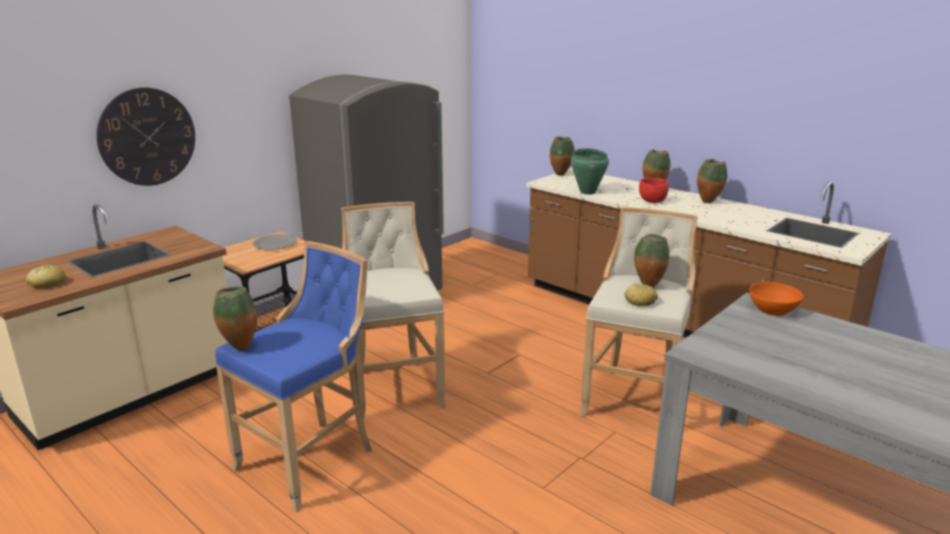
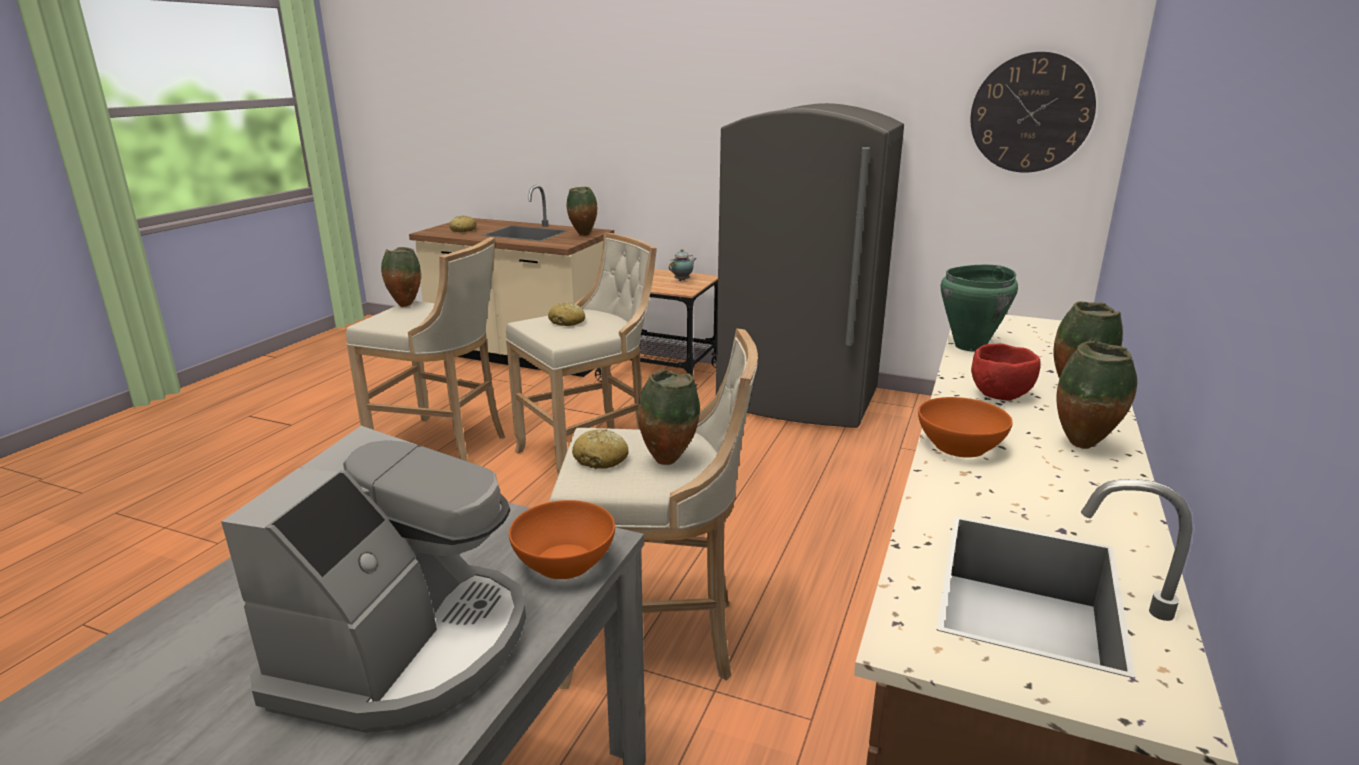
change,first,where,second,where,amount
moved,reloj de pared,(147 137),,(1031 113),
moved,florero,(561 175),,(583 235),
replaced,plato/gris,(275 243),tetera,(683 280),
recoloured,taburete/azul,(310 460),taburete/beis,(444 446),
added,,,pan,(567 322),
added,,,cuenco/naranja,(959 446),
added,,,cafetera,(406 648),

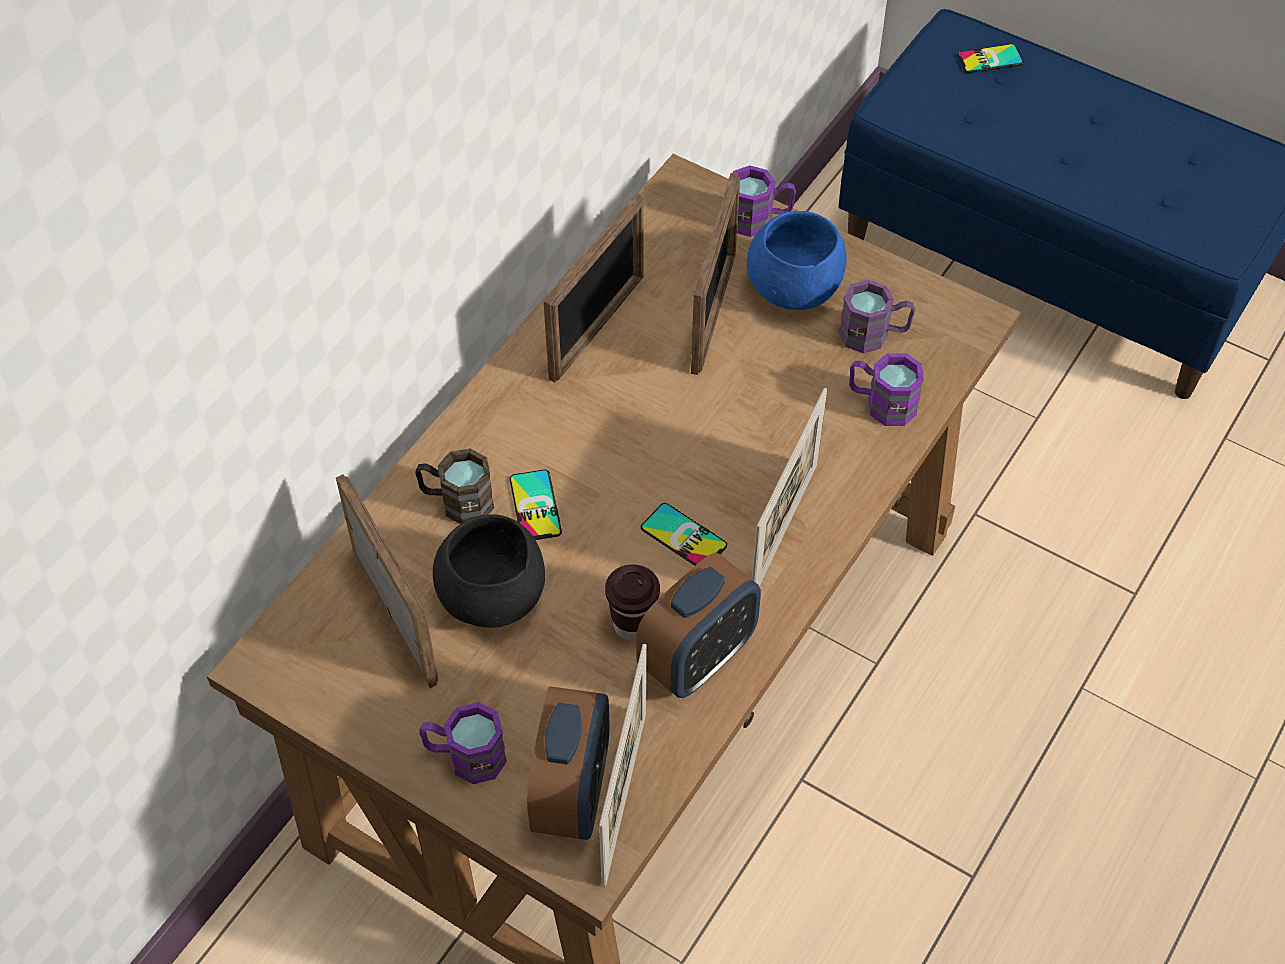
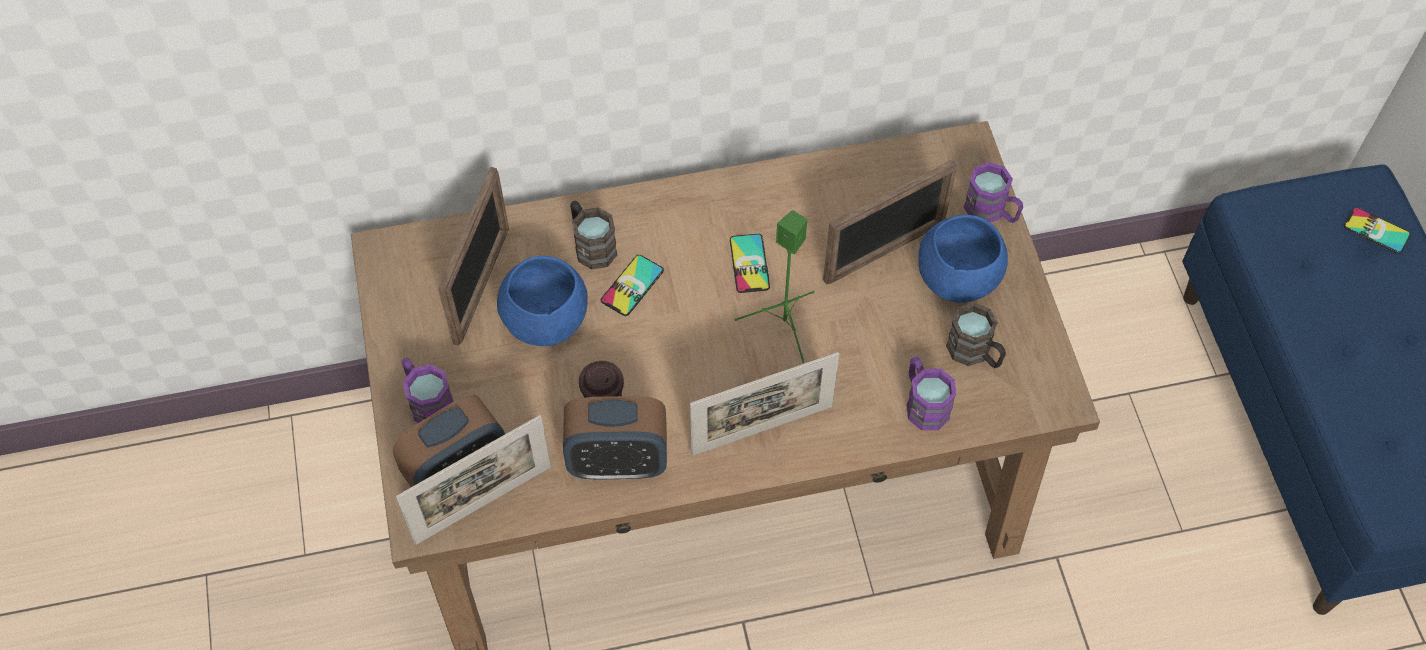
change,first,where,second,where,amount
removed,portarretratos,(597 327),,,
recoloured,taza grande/morado,(874 334),taza grande/marrón,(975 353),
moved,móvil,(683 537),,(749 263),
recoloured,cuenco/negro,(493 597),cuenco/azul,(545 321),
added,,,altavoz/verde,(785 326),

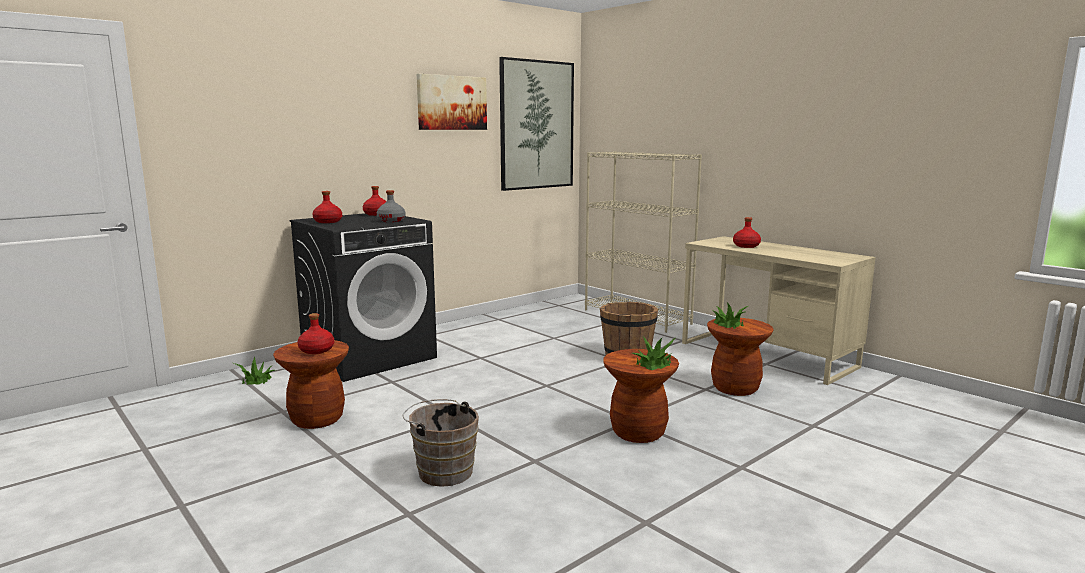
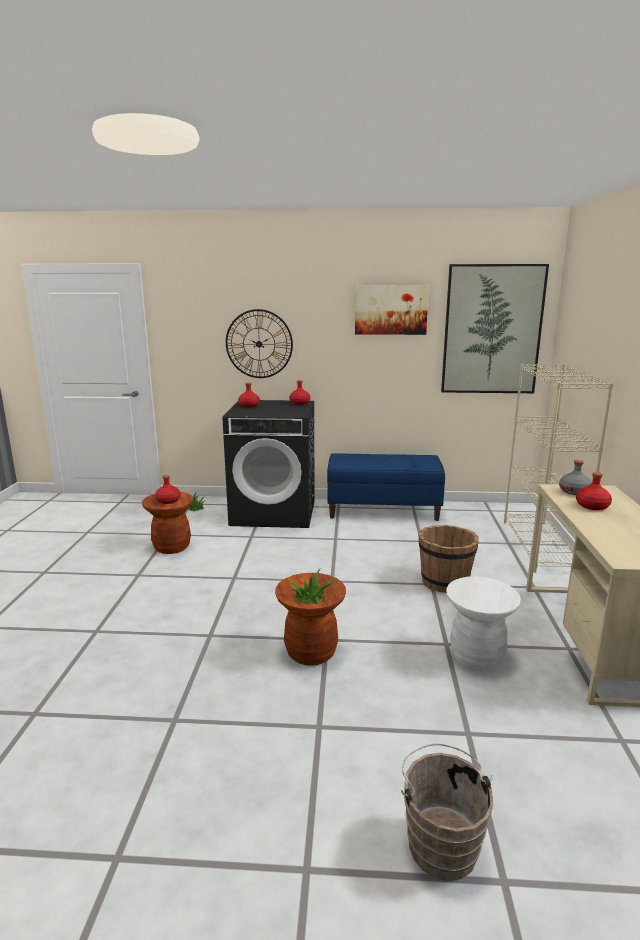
change,first,where,second,where,amount
moved,botella/gris,(391 221),,(574 491),
removed,planta en maceta,(728 324),,,
recoloured,taburete/marrón,(735 388),taburete/blanco,(476 657),
moved,cubo/marrón,(442 471),,(441 842),
added,,,reloj de pared,(259 344),
added,,,banco/azul,(383 510),

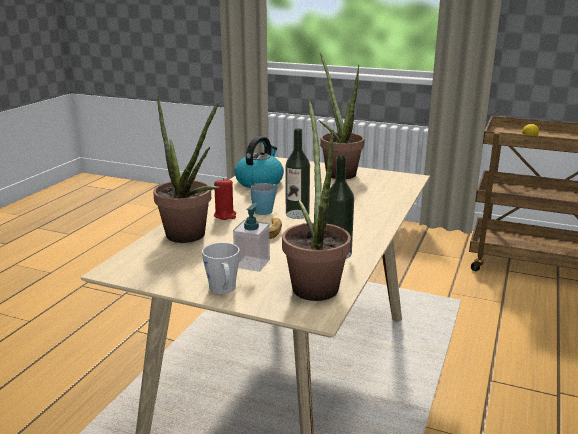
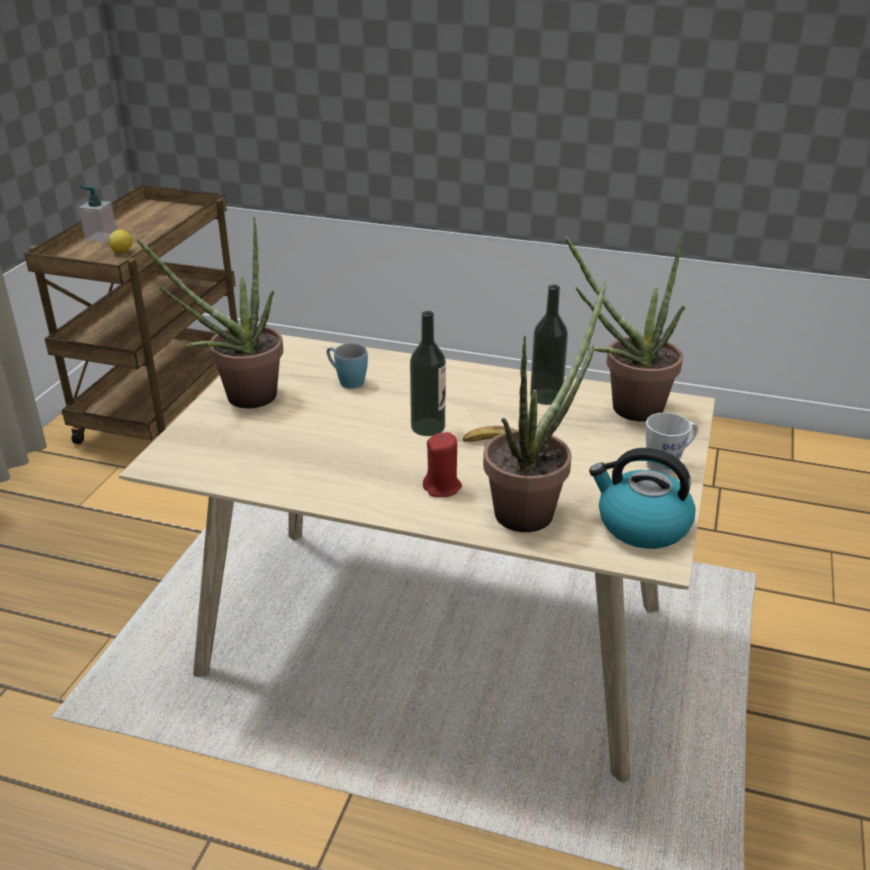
change,first,where,second,where,amount
moved,hervidor,(259 181),,(641 525),
moved,taza grande/azul,(266 210),,(346 380),
moved,dispensador de jabón,(252 263),,(101 237),

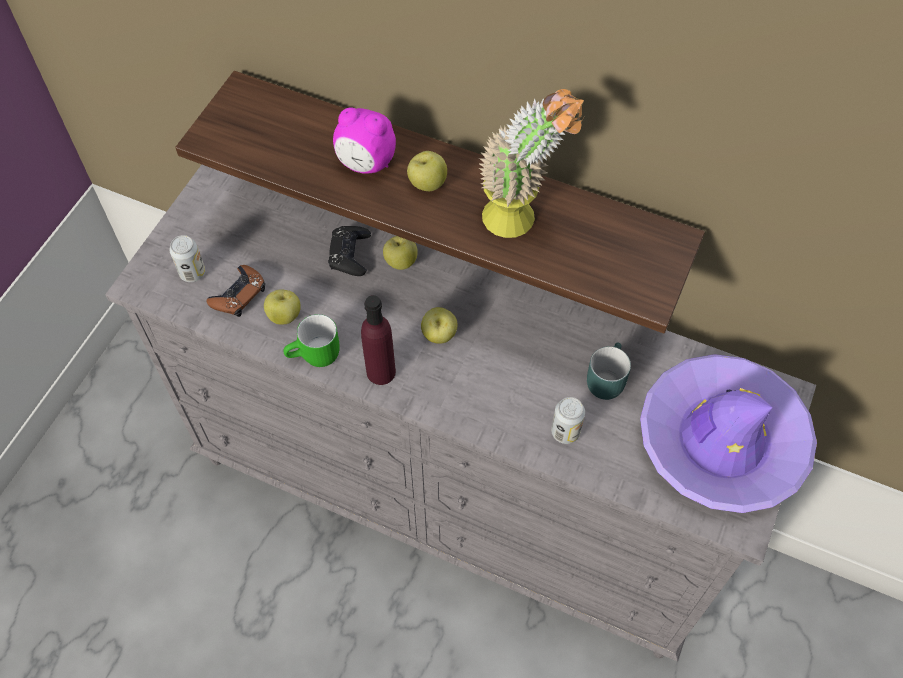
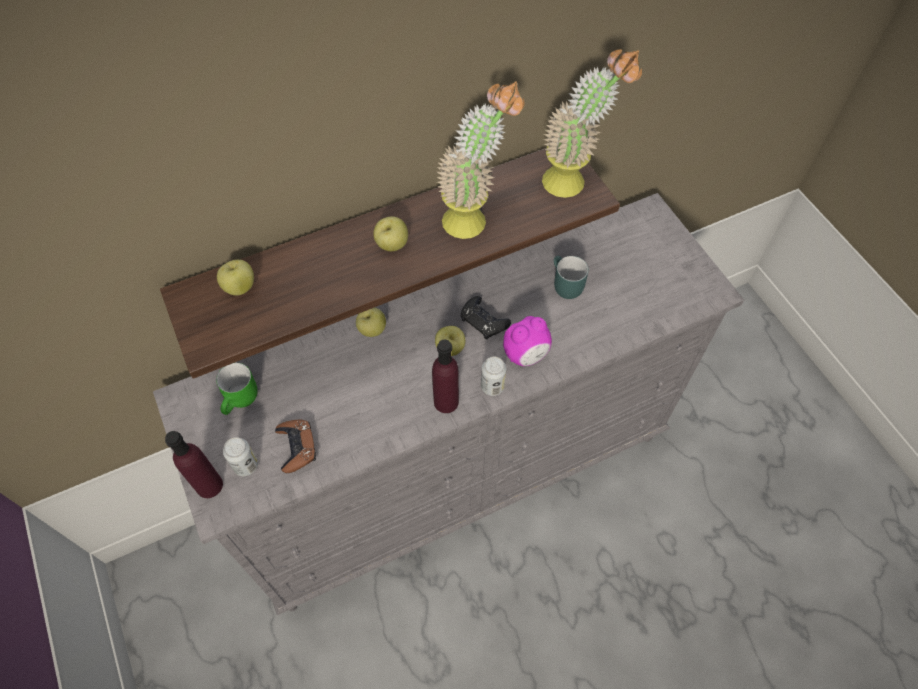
change,first,where,second,where,amount
moved,despertador,(366 164),,(526 355),
moved,mando de consola/negro,(350 254),,(484 320),
moved,manzana,(284 316),,(240 287),
moved,taza grande/verde,(316 357),,(242 400),
removed,sombrero/morado,(721 440),,,
moved,lata,(565 432),,(492 386),
added,,,planta en maceta,(574 181),
added,,,botella/morado,(209 485),

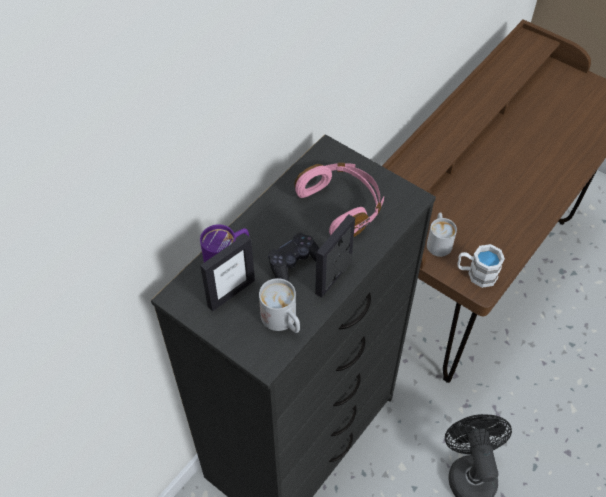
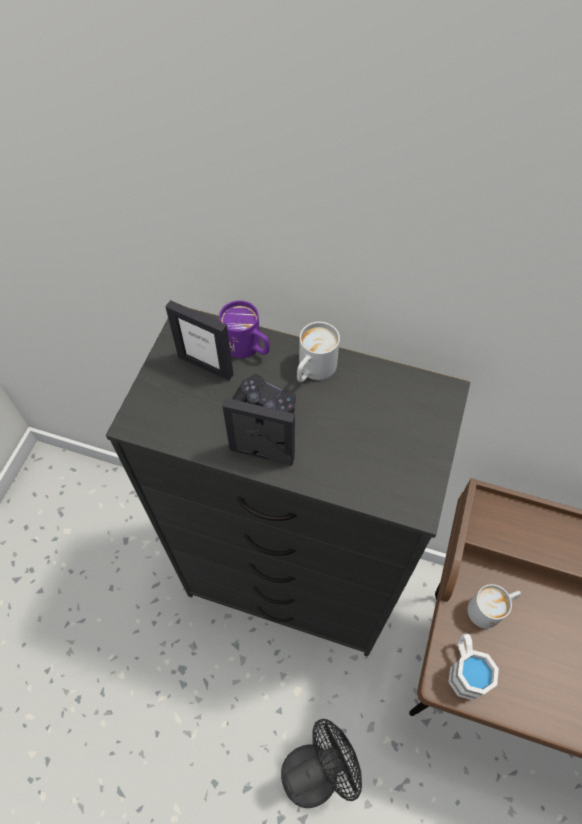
change,first,where,second,where,amount
removed,auriculares/rosa,(342 206),,,
moved,taza grande/blanco,(283 321),,(313 370),

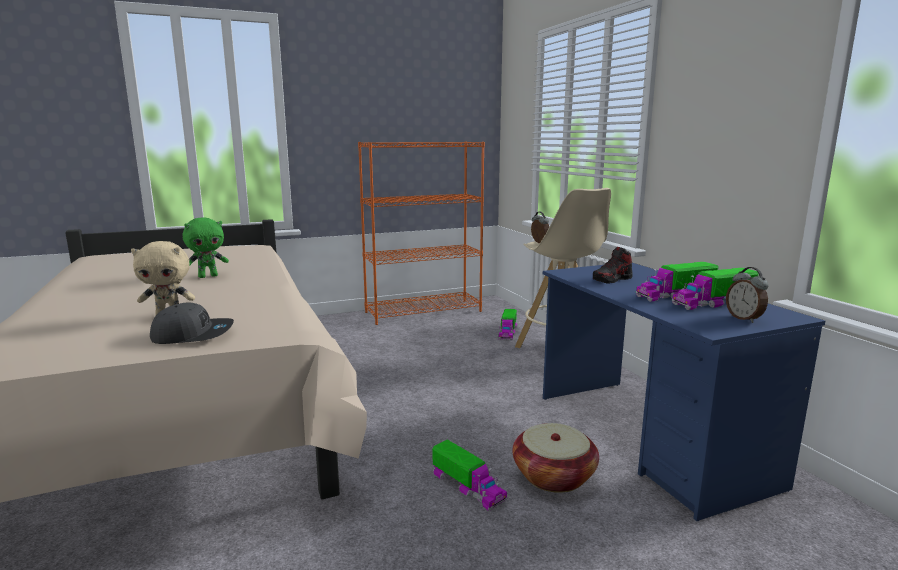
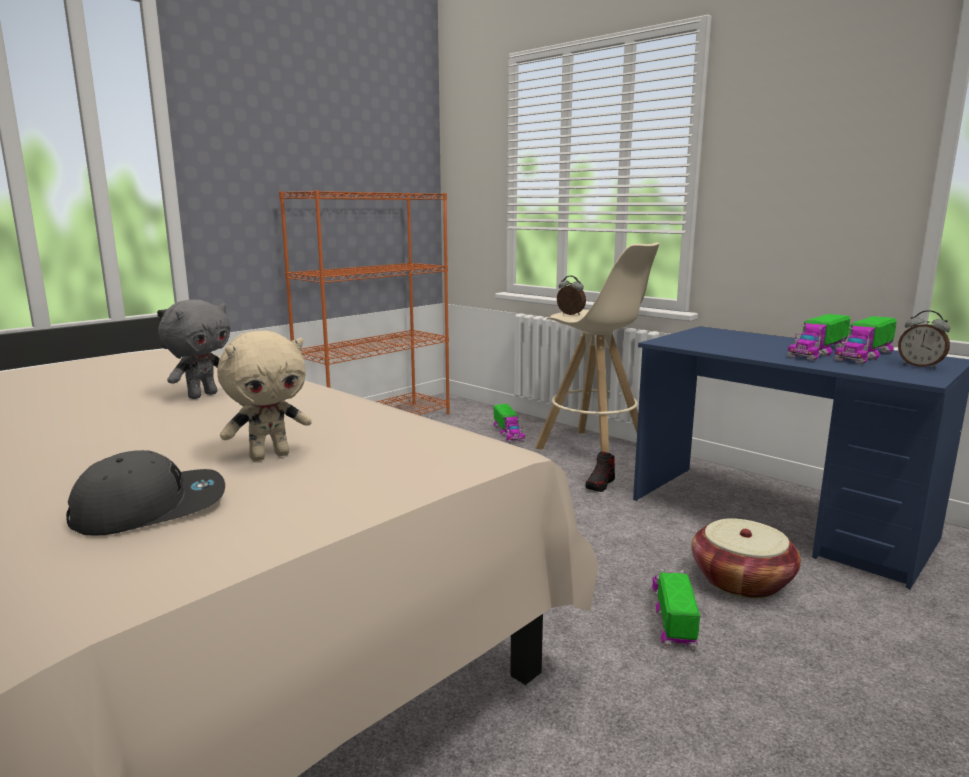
change,first,where,second,where,amount
recoloured,peluche/verde,(208 276),peluche/gris,(202 395),
moved,zapato,(612 279),,(600 484),
moved,gorra/gris,(193 334),,(150 508),
turned,camión de juguete,(467 487),,(673 617),105 degrees counterclockwise

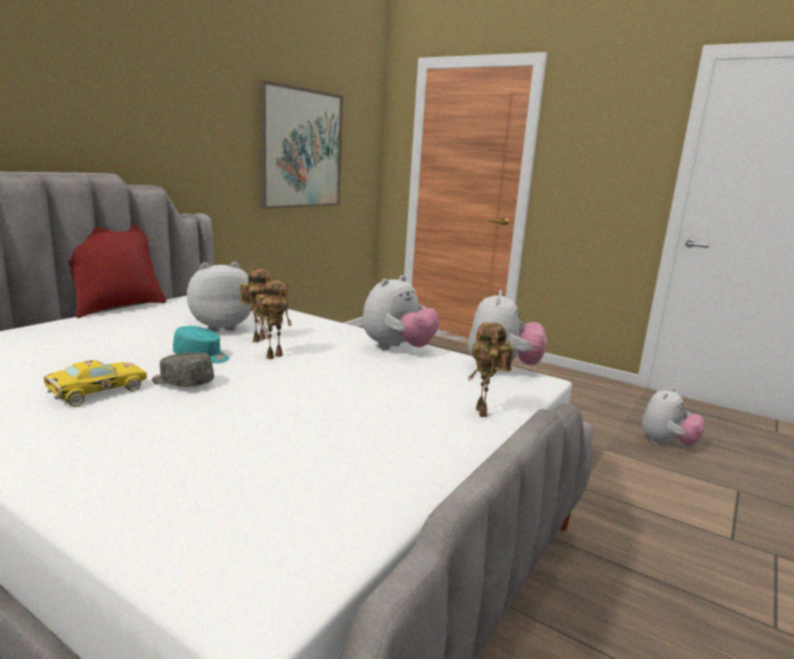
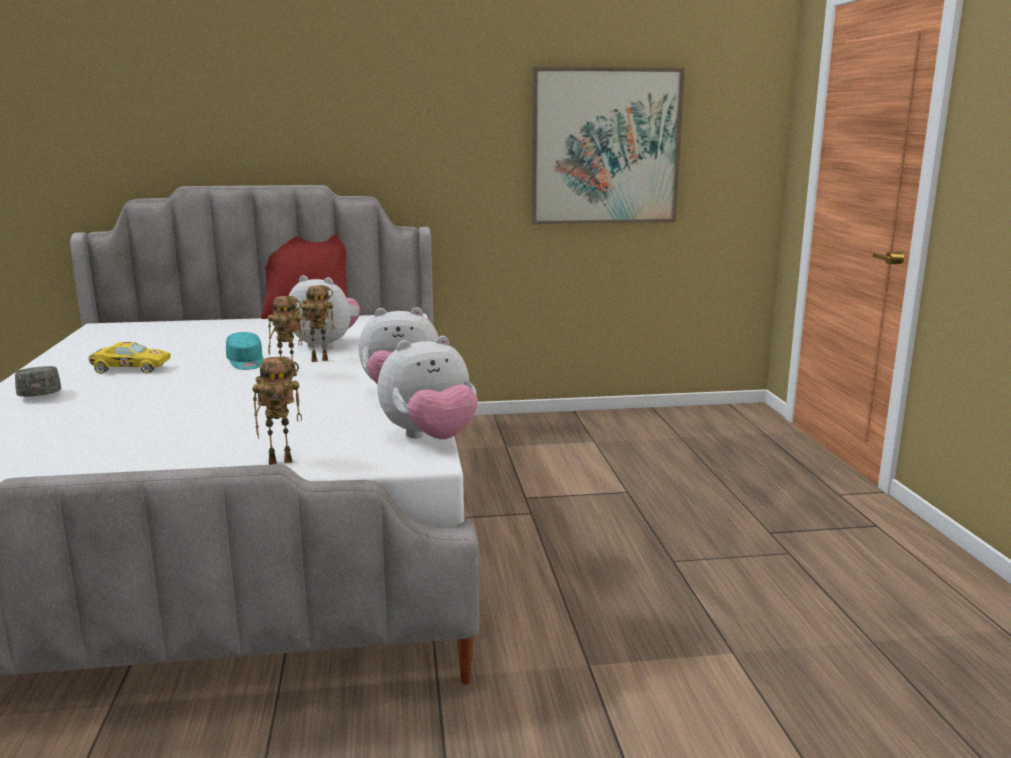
change,first,where,second,where,amount
turned,robot de juguete,(484 413),,(282 460),150 degrees counterclockwise
moved,gorra/gris,(182 382),,(41 393),
removed,peluche,(666 443),,,

